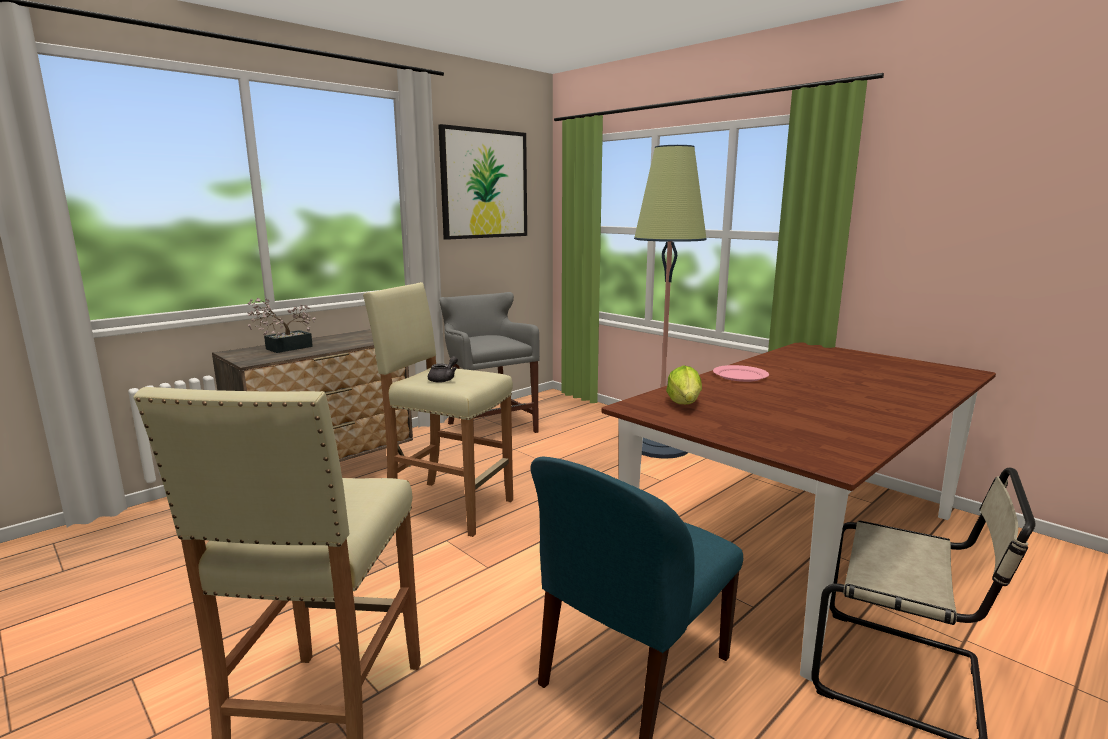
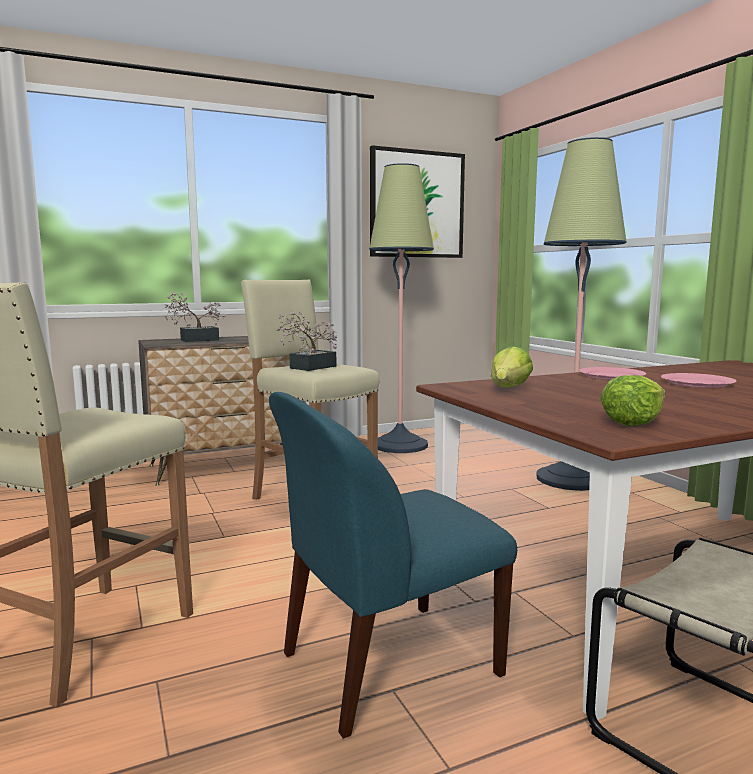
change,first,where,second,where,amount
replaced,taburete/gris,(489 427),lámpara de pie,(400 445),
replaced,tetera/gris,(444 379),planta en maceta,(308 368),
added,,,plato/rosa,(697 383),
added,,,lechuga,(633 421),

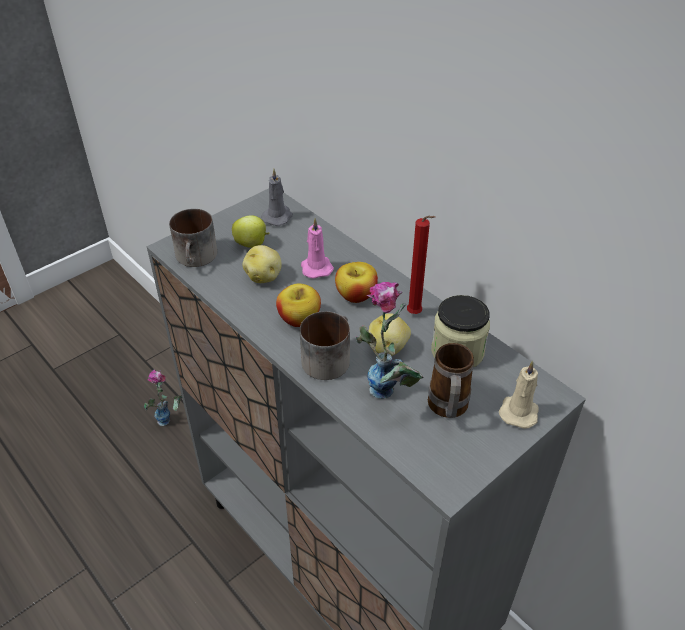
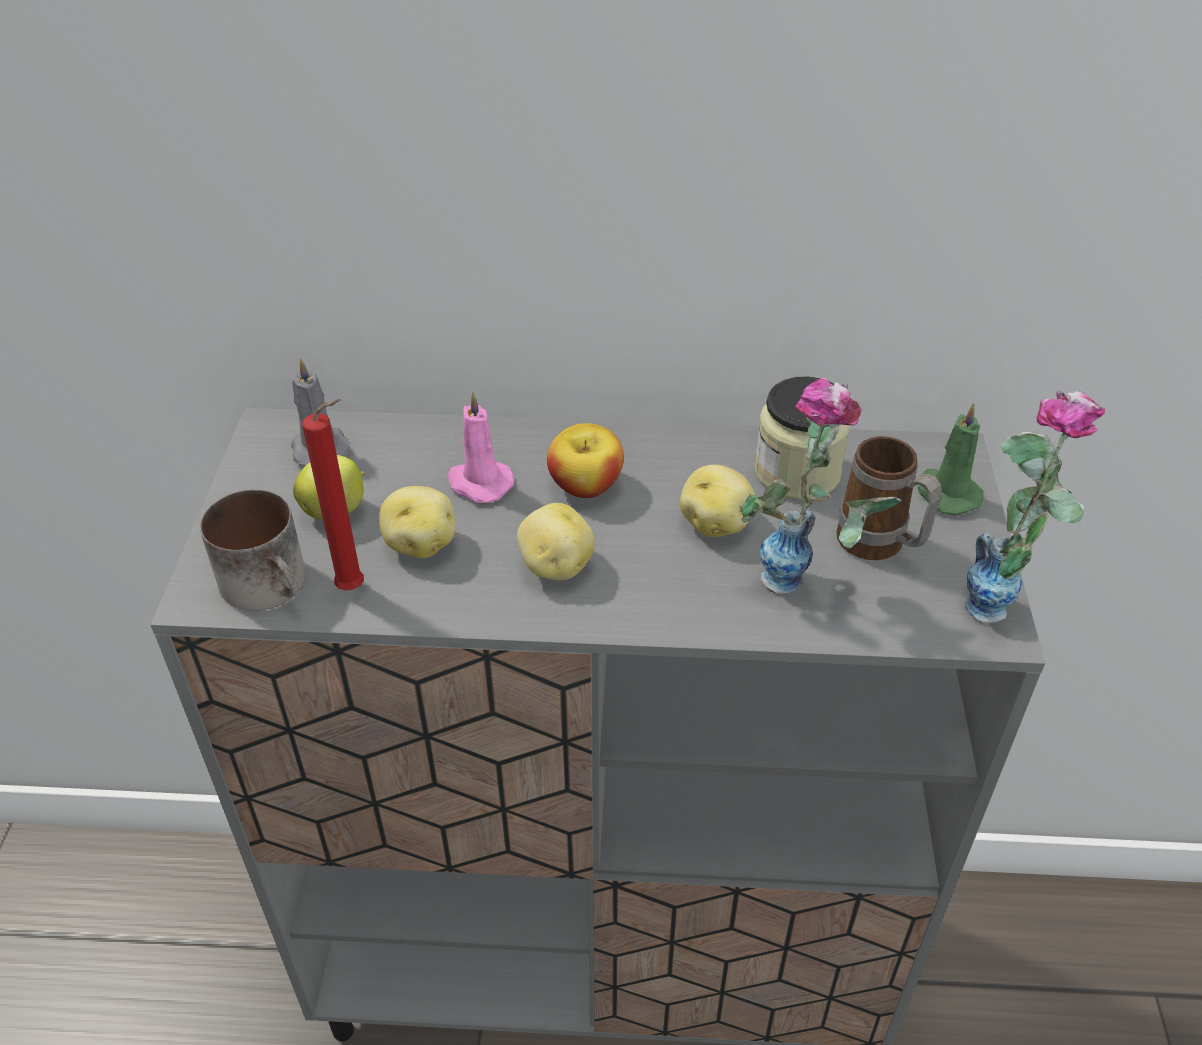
change,first,where,second,where,amount
moved,vela/rojo,(416 315),,(356 588),
replaced,manzana,(299 319),patata,(555 566),
removed,taza grande,(327 357),,,
recoloured,vela/beis,(519 411),vela/verde,(946 493),
moved,florero,(172 422),,(1005 596),

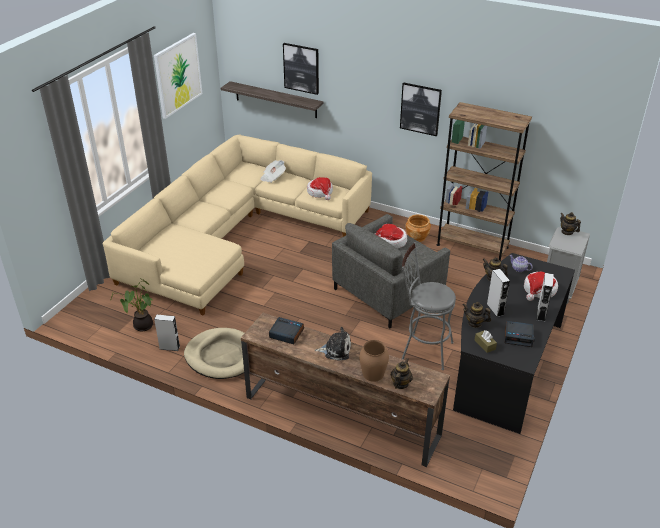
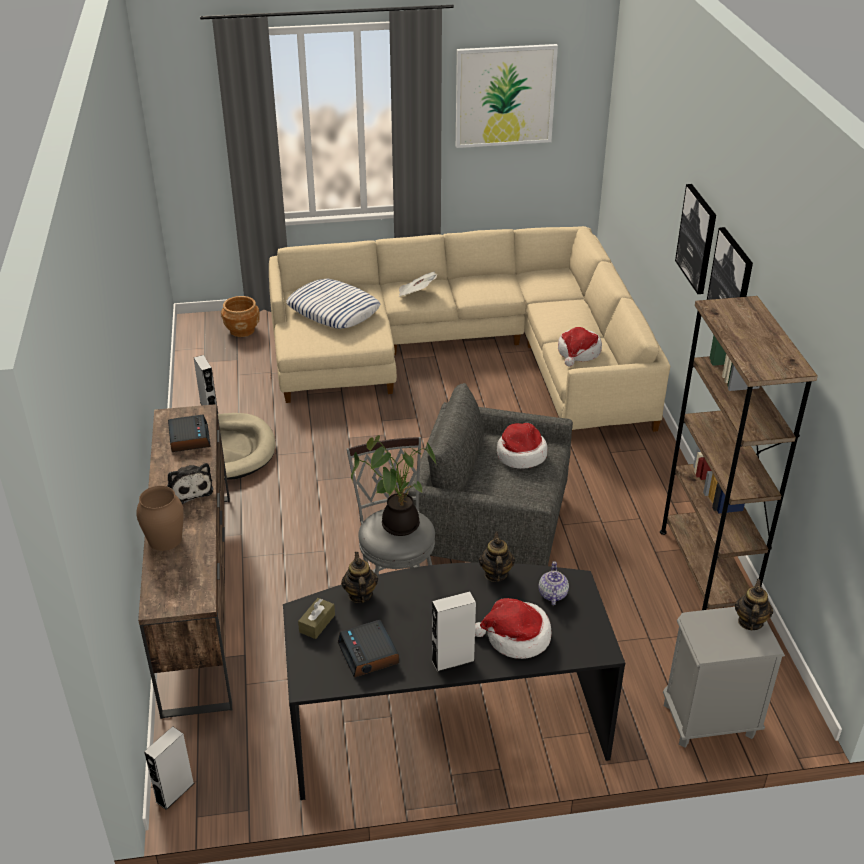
change,first,where,second,where,amount
moved,cuadro,(301 68),,(697 238),
removed,estante,(275 100),,,
moved,periódico,(273 177),,(416 293),
moved,maceta/marrón,(417 237),,(242 330),
moved,altavoz/gris,(495 309),,(175 792),
moved,planta en maceta,(141 326),,(397 523),
removed,tetera,(400 384),,,
added,,,cojín,(333 310),

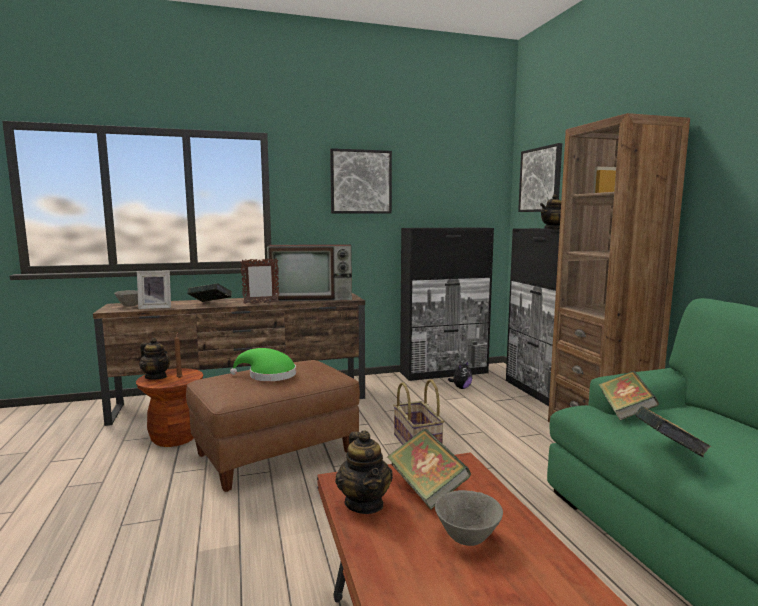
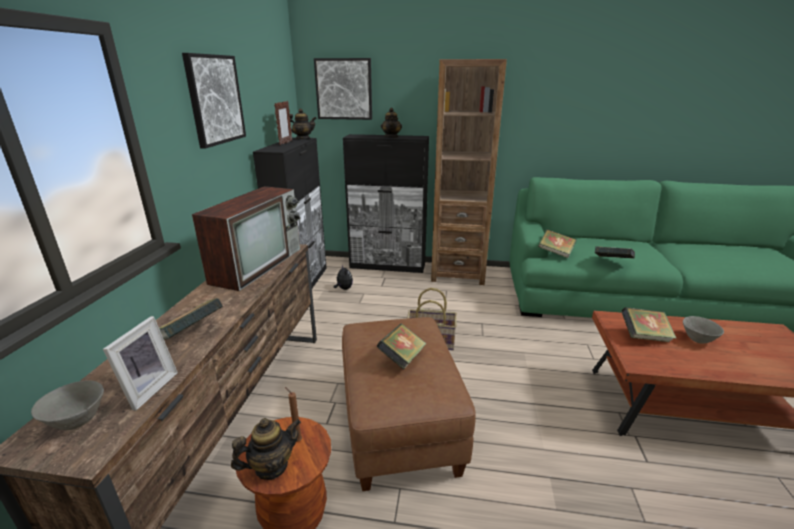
change,first,where,second,where,amount
moved,portarretratos,(261 303),,(285 143),
replaced,sombrero/verde,(268 376),libro,(402 358),
moved,tetera,(364 503),,(303 139),

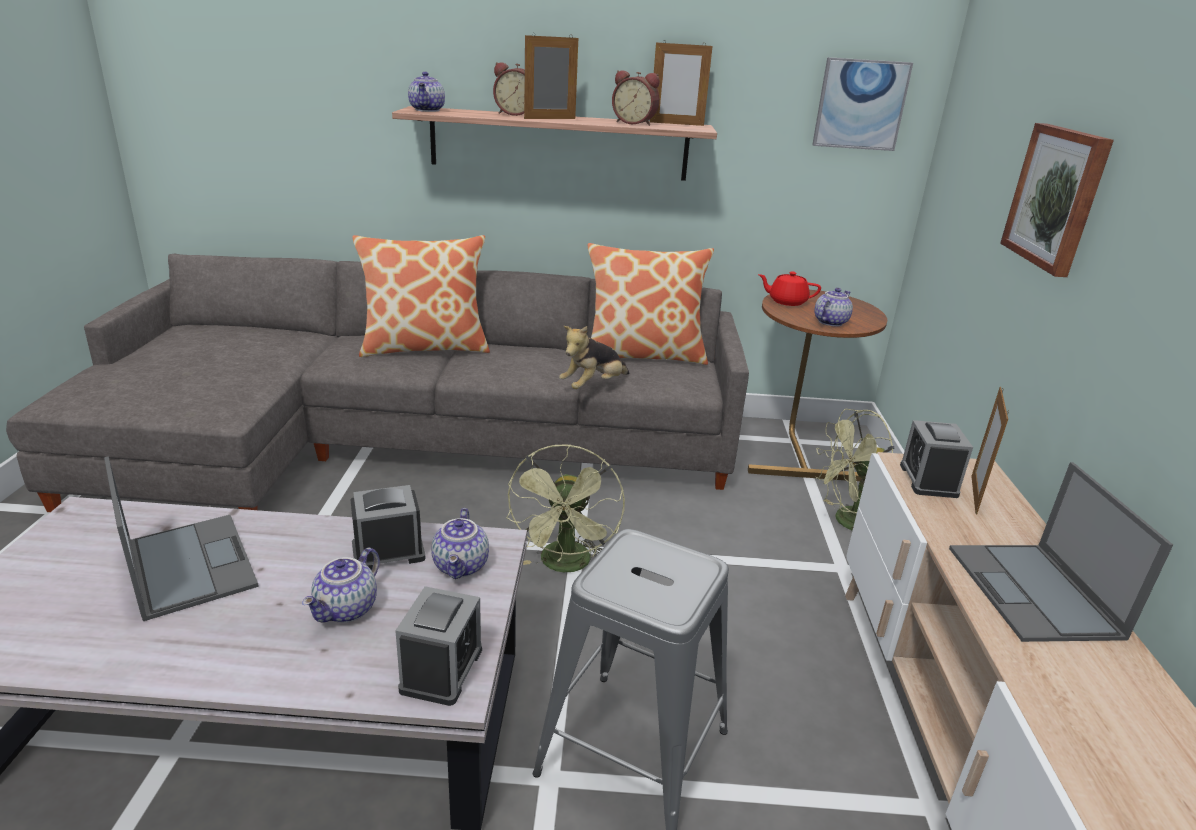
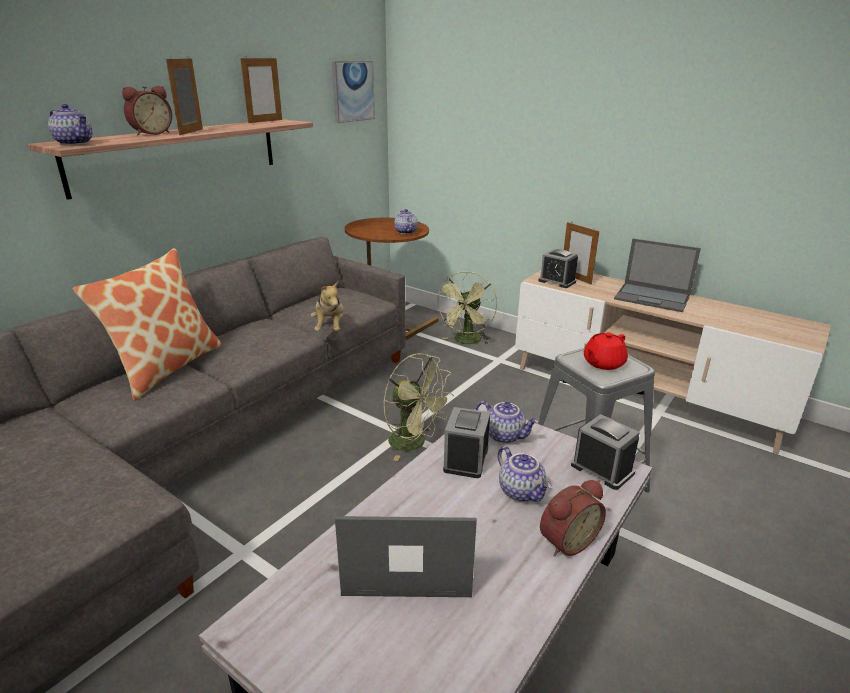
change,first,where,second,where,amount
moved,despertador,(635 123),,(566 540),
removed,cuadro,(1057 197),,,
removed,cojín,(644 355),,,
moved,tetera/rojo,(786 301),,(603 363),

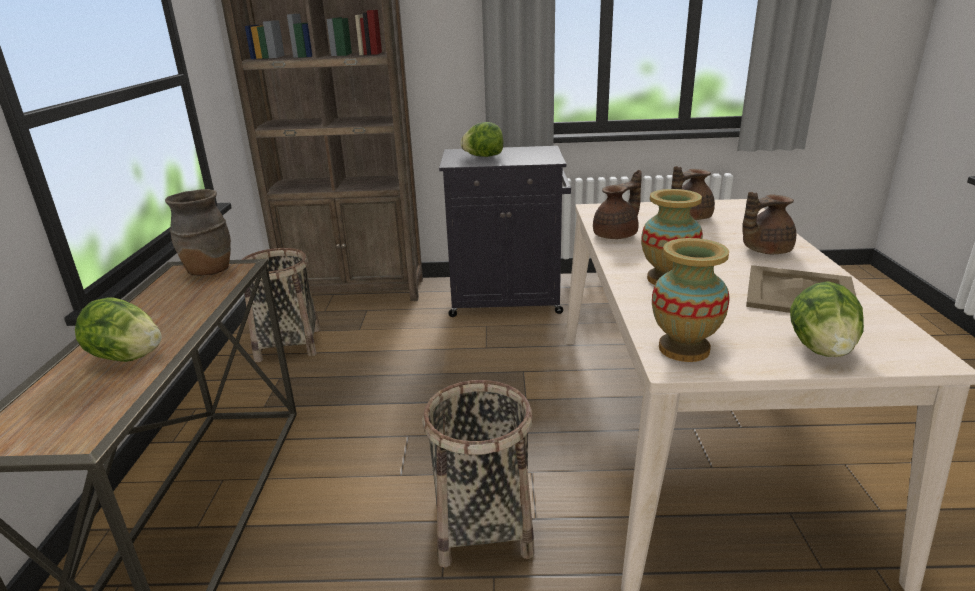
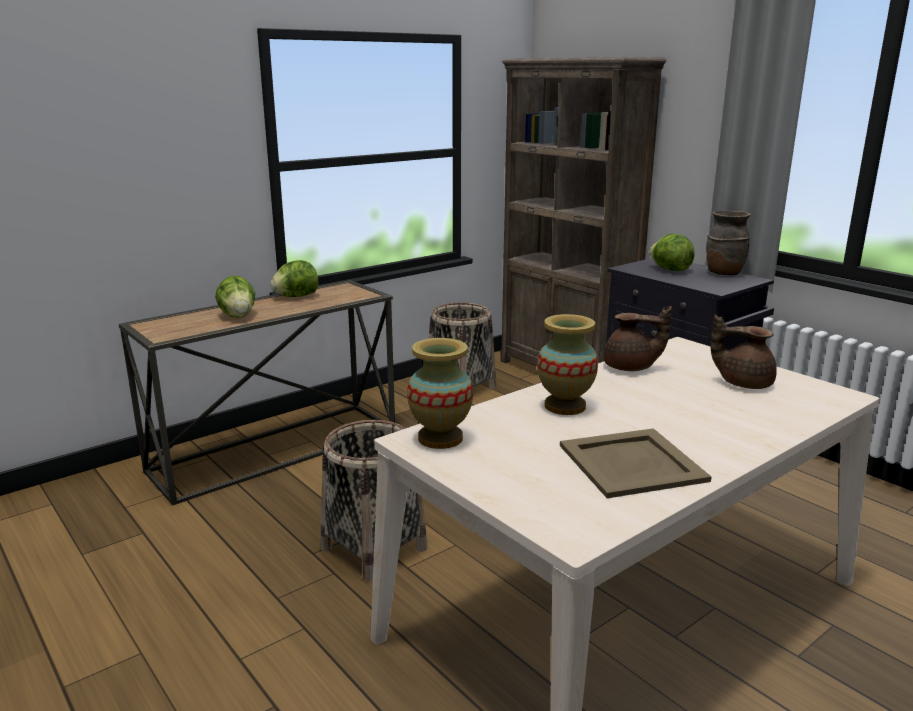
change,first,where,second,where,amount
moved,florero/marrón,(208 271),,(723 273),
removed,tetera/marrón,(764 250),,,
moved,lechuga,(821 349),,(296 297),

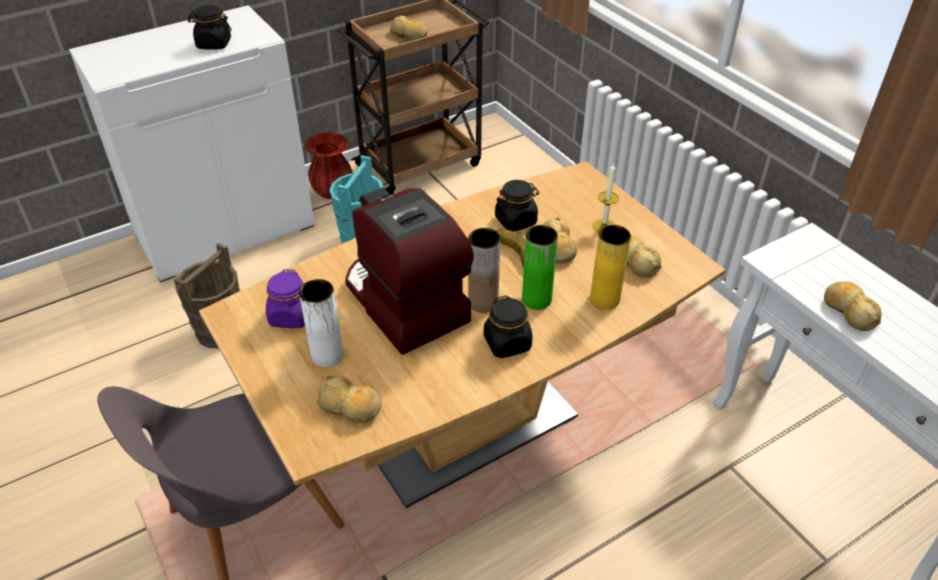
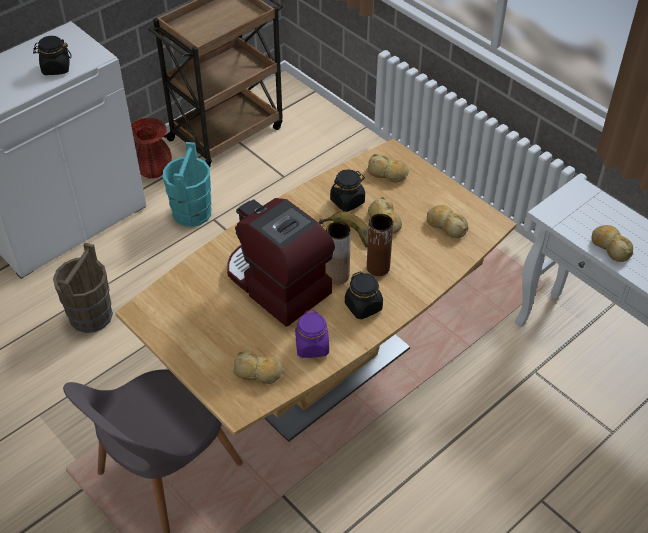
change,first,where,second,where,amount
moved,pan,(409 35),,(387 173),
removed,vela,(604 226),,,
recoloured,florero/verde,(536 299),florero/marrón,(378 267),
removed,florero/amarillo,(604 299),,,
moved,tarro/morado,(291 316),,(312 346),
removed,florero/blanco,(327 356),,,

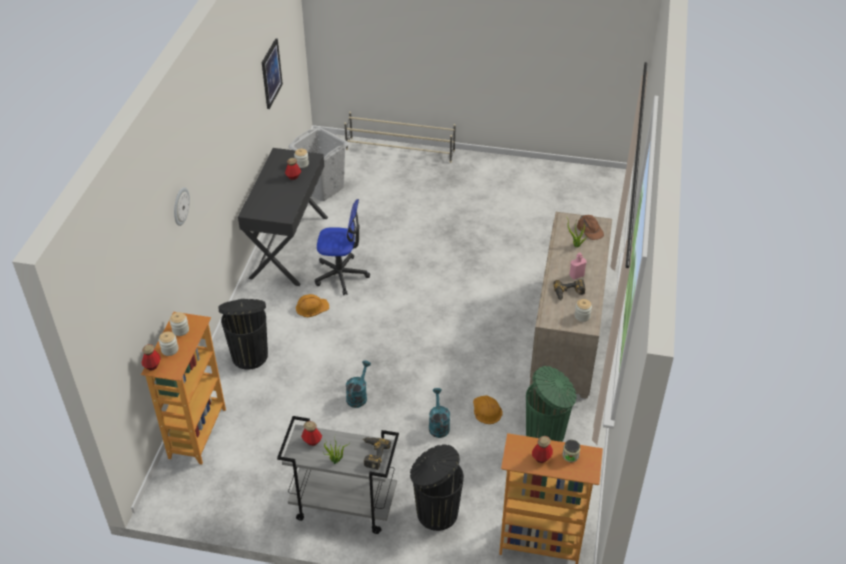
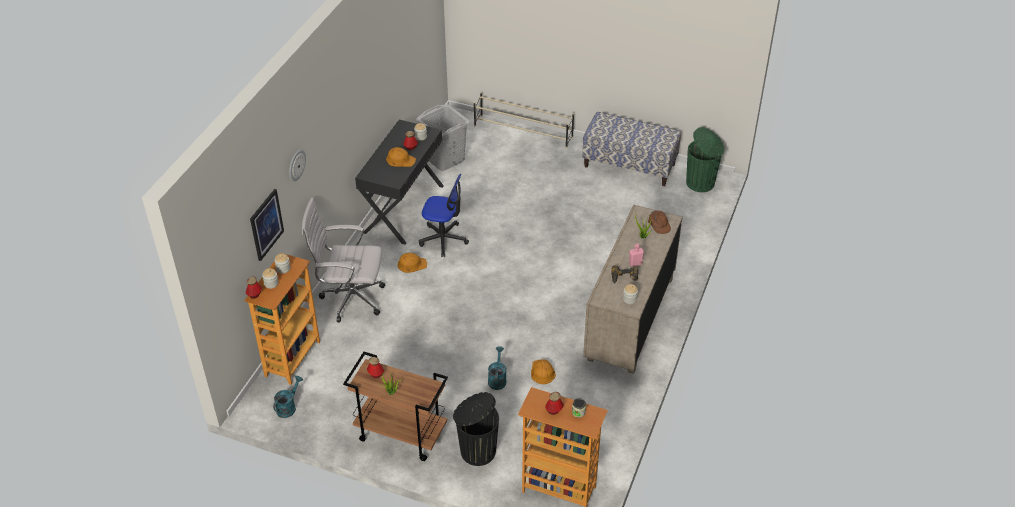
change,first,where,second,where,amount
moved,cuadro,(271 73),,(266 224),
replaced,papelera/negro,(250 355),silla de oficina/blanco,(350 299),
moved,regadera/turquesa,(358 395),,(288 407),
moved,papelera/verde,(546 434),,(701 183),
recoloured,carrito/gris,(343 506),carrito/marrón,(400 434),
removed,taladro,(372 454),,,
added,,,banco,(629 165),
added,,,casco/naranja,(400 159),

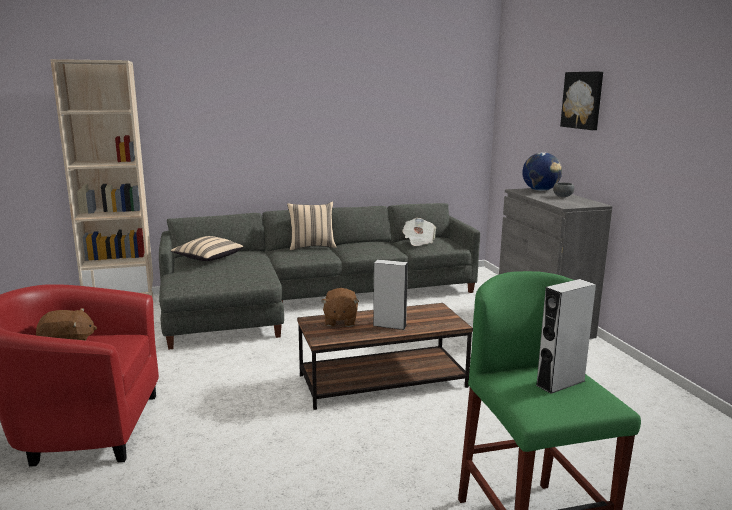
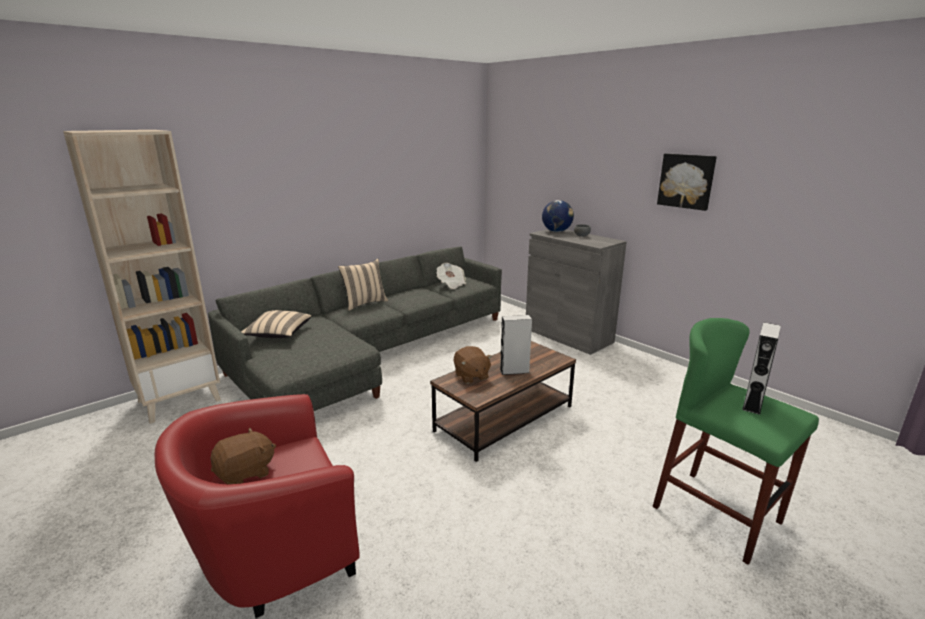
change,first,where,second,where,amount
moved,cuadro,(583 100),,(686 181),

